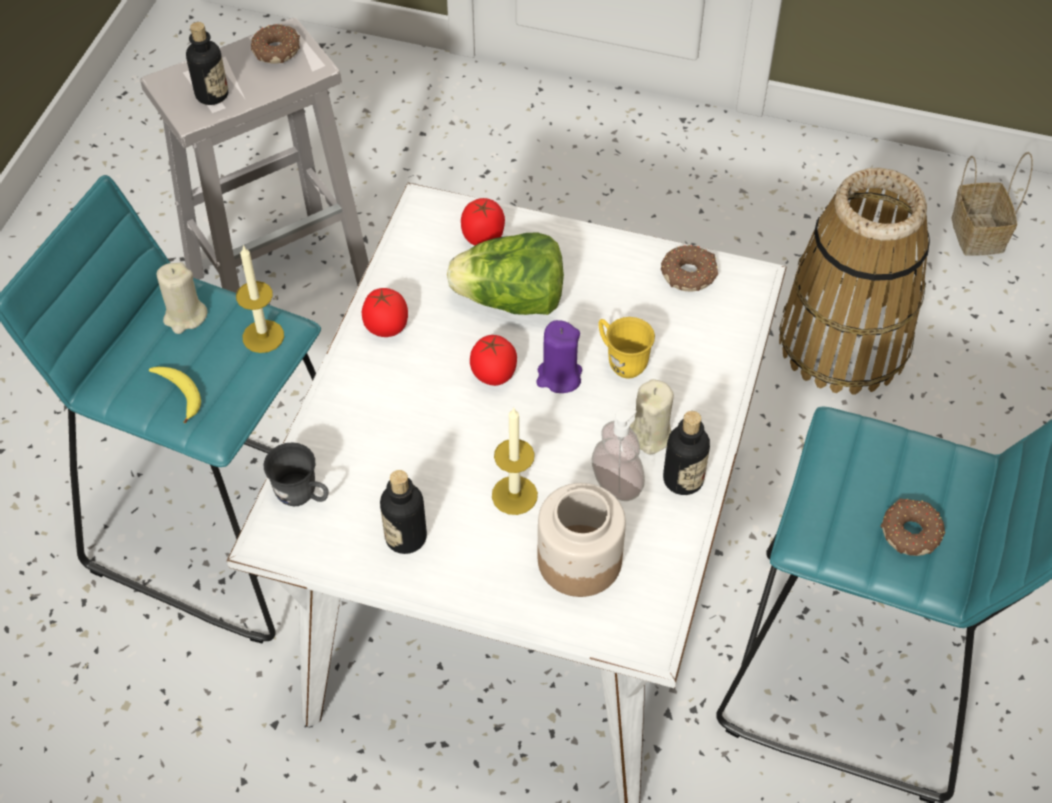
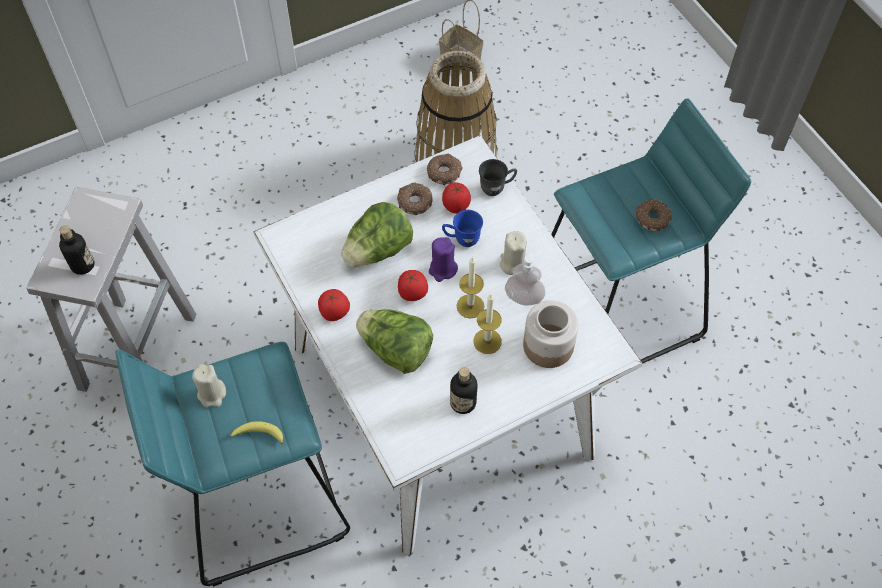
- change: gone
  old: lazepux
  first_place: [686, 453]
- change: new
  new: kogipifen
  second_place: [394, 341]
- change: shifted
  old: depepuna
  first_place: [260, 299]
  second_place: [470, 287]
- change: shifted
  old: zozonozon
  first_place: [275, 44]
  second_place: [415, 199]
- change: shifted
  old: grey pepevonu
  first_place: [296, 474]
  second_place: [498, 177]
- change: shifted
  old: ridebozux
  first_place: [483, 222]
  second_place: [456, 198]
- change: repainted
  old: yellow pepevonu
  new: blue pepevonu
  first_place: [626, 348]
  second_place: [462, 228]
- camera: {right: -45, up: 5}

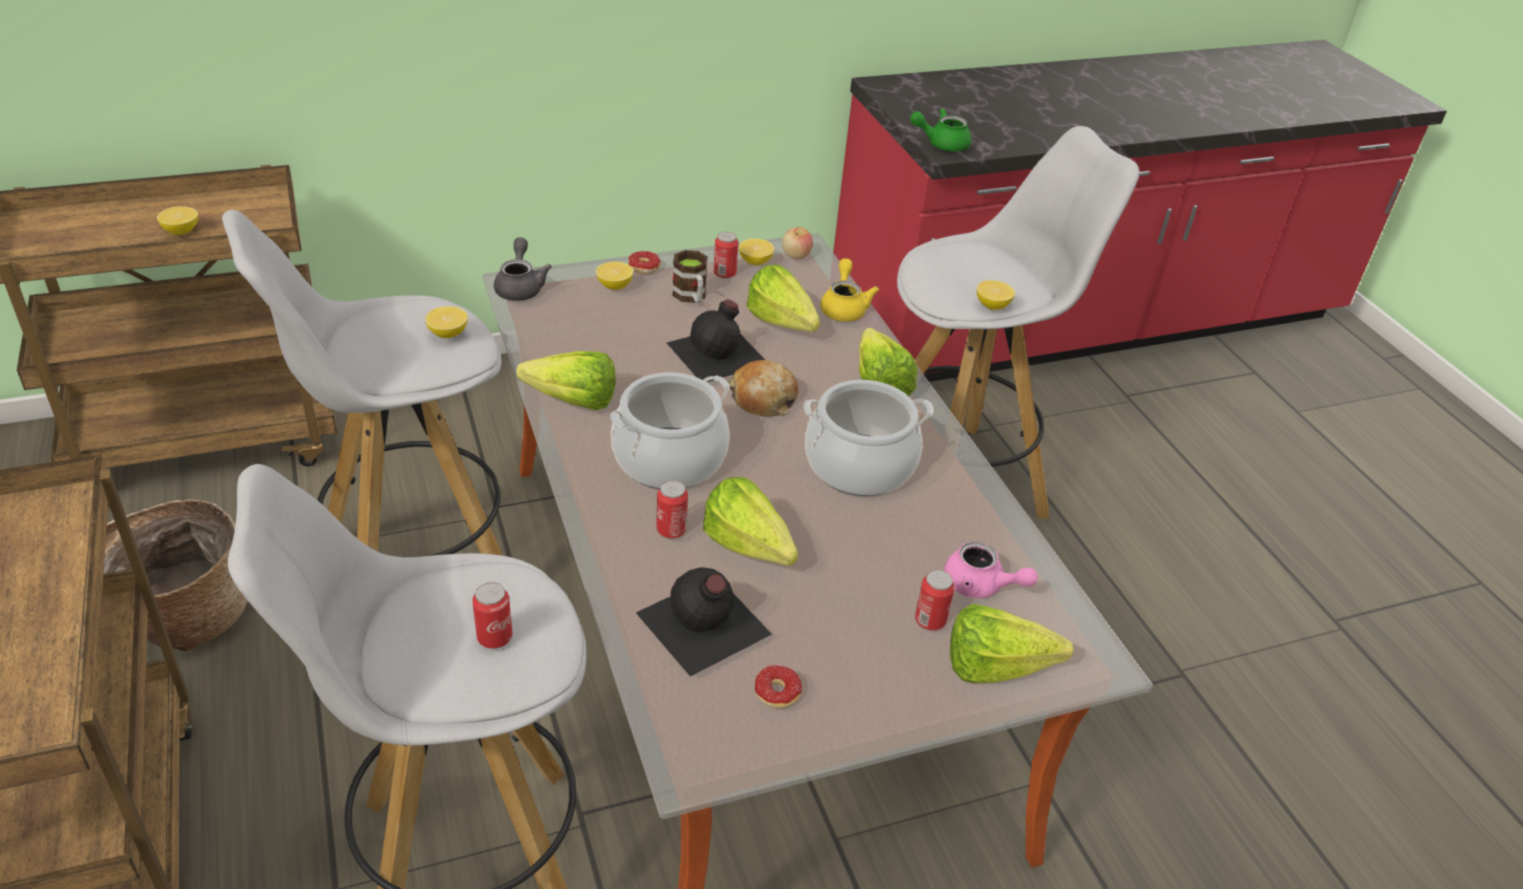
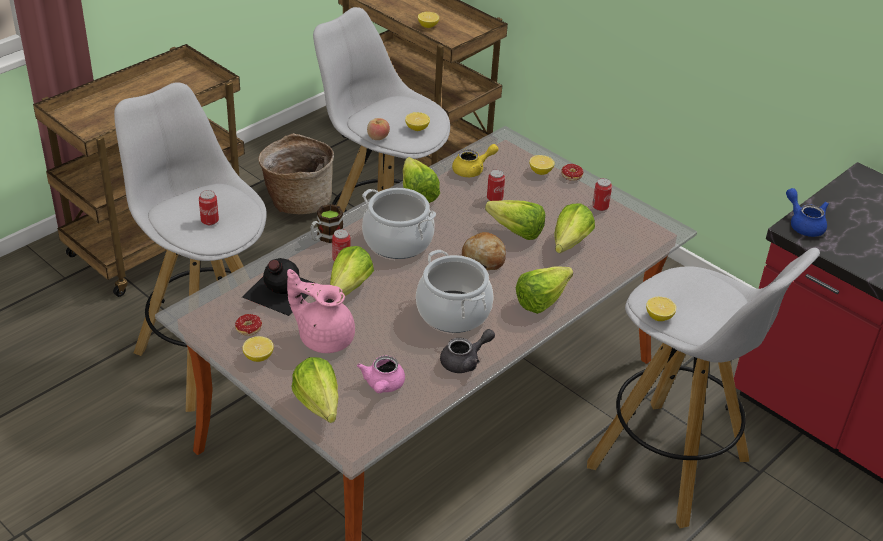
- change: new
  new: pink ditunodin
  second_place: [321, 311]
- change: shifted
  old: grey ditunodin
  first_place: [523, 269]
  second_place: [467, 351]
- change: shifted
  old: pepevonu
  first_place: [690, 276]
  second_place: [326, 223]
- change: shifted
  old: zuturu
  first_place: [756, 251]
  second_place: [258, 349]
- change: shifted
  old: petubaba
  first_place: [797, 243]
  second_place: [378, 129]
- change: shifted
  old: yellow ditunodin
  first_place: [849, 290]
  second_place: [475, 160]
- change: shifted
  old: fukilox
  first_place: [935, 600]
  second_place: [496, 185]
- change: swapped
  old: black lazepux
  new: kogipifen
  first_place: [716, 340]
  second_place: [515, 220]
- change: repainted
  old: green ditunodin
  new: blue ditunodin
  first_place: [941, 130]
  second_place: [807, 212]
- camera: {right: 65, up: 0}

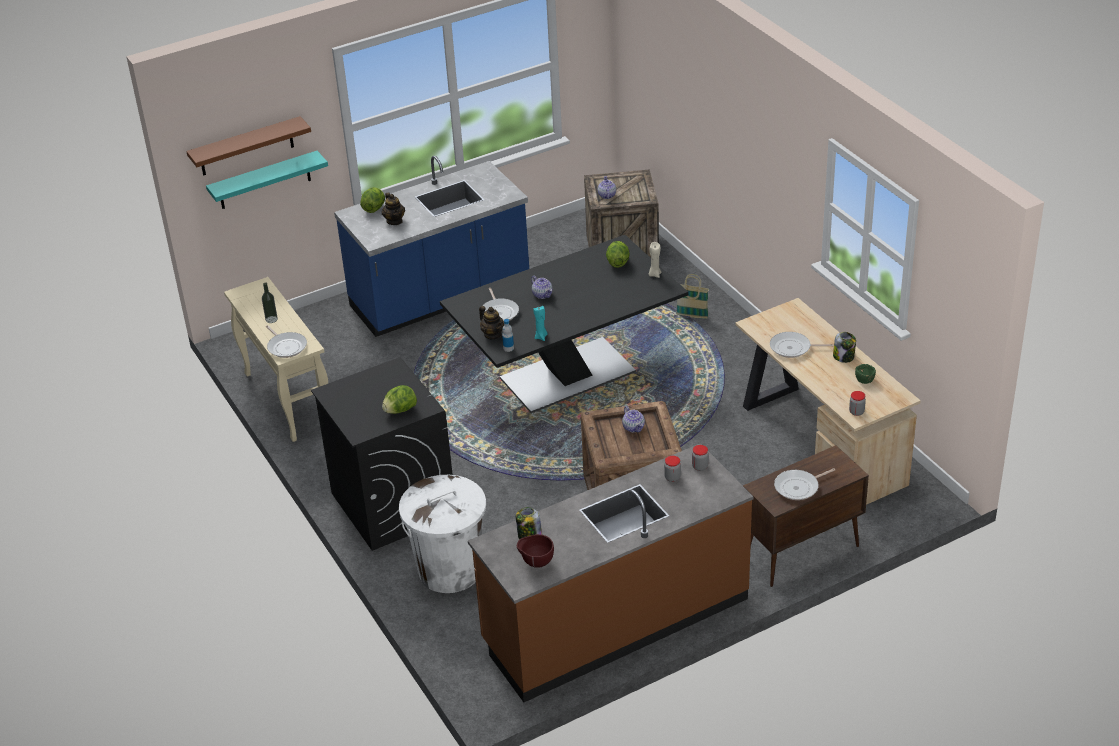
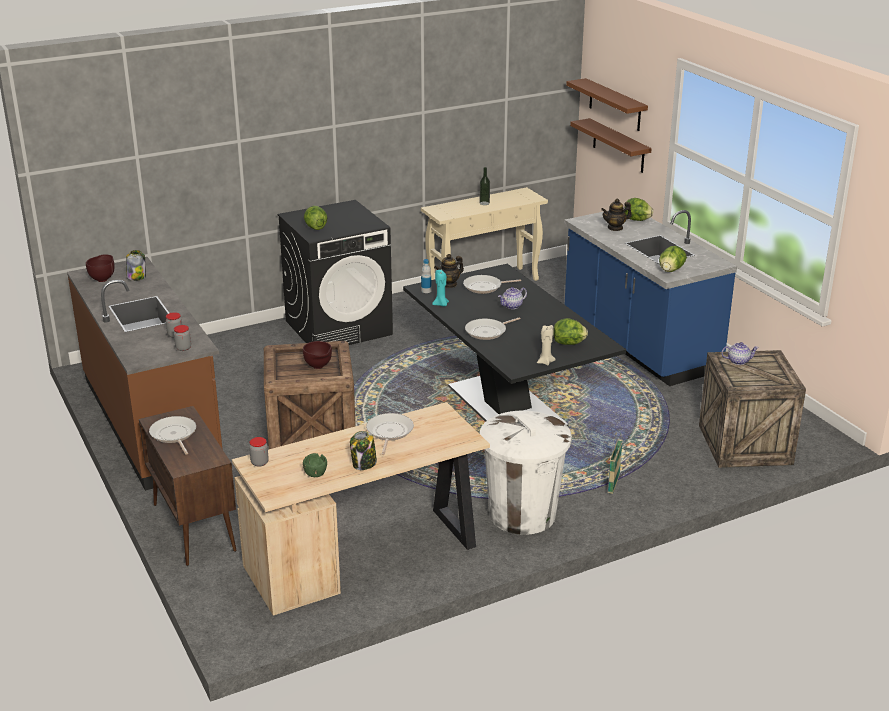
- change: new
  new: kogipifen
  second_place: [673, 259]
- change: shifted
  old: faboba
  first_place: [286, 341]
  second_place: [493, 328]
- change: shifted
  old: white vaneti
  first_place: [442, 534]
  second_place: [526, 473]
- change: swapped
  old: ditunodin
  new: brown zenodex
  first_place: [633, 419]
  second_place: [317, 355]
- change: repainted
  old: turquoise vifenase
  new: brown vifenase
  first_place: [267, 180]
  second_place: [611, 145]
- camera: {right: 90, up: -10}

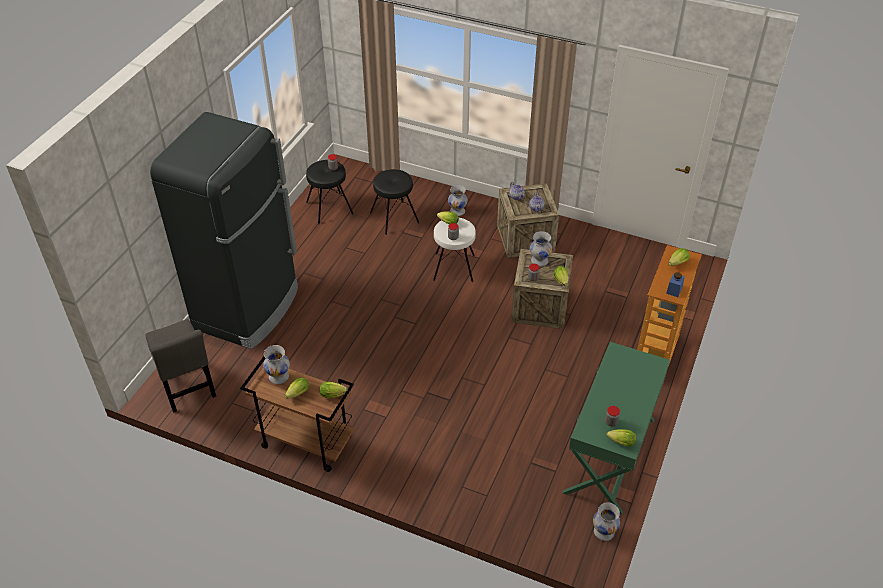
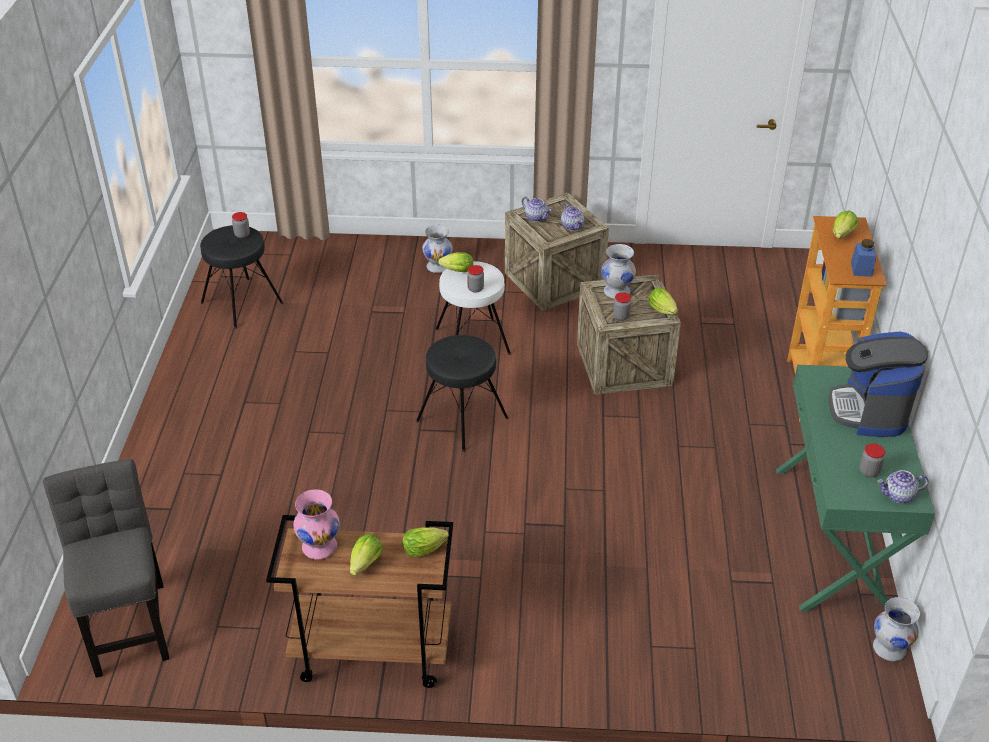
- change: gone
  old: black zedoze
  first_place: [224, 230]
- change: new
  new: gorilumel
  second_place: [878, 384]
- change: shifted
  old: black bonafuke
  first_place: [394, 202]
  second_place: [462, 393]
- change: swapped
  old: kogipifen
  new: ditunodin
  first_place: [621, 438]
  second_place: [903, 486]
- change: repainted
  old: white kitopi
  new: pink kitopi
  first_place: [276, 364]
  second_place: [316, 524]
- change: rotated
  old: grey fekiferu
  first_place: [181, 366]
  second_place: [106, 568]
  degrees: -150
- camera: {right: -20, up: -5}

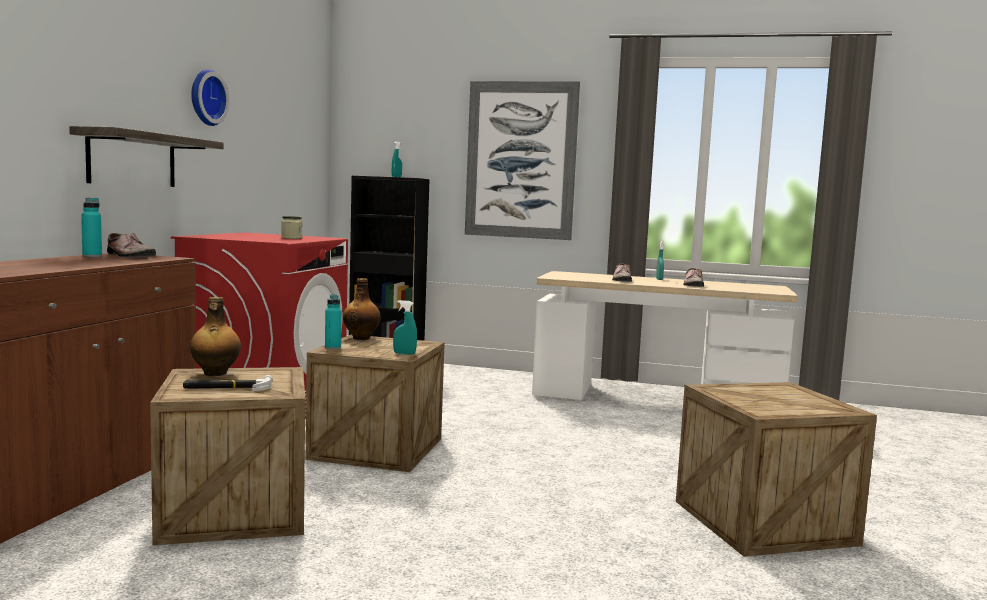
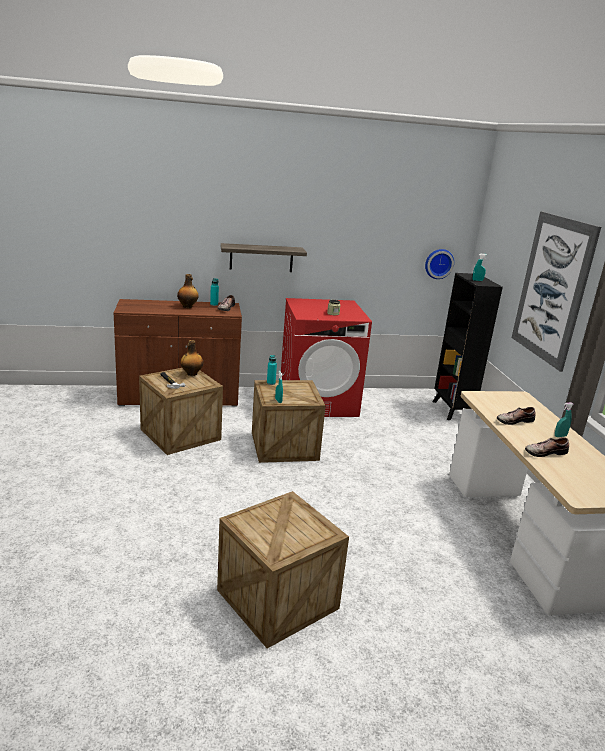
- change: shifted
  old: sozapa
  first_place: [210, 97]
  second_place: [439, 264]
- change: shifted
  old: lazepux
  first_place: [362, 309]
  second_place: [188, 291]
- camera: {right: 65, up: 15}

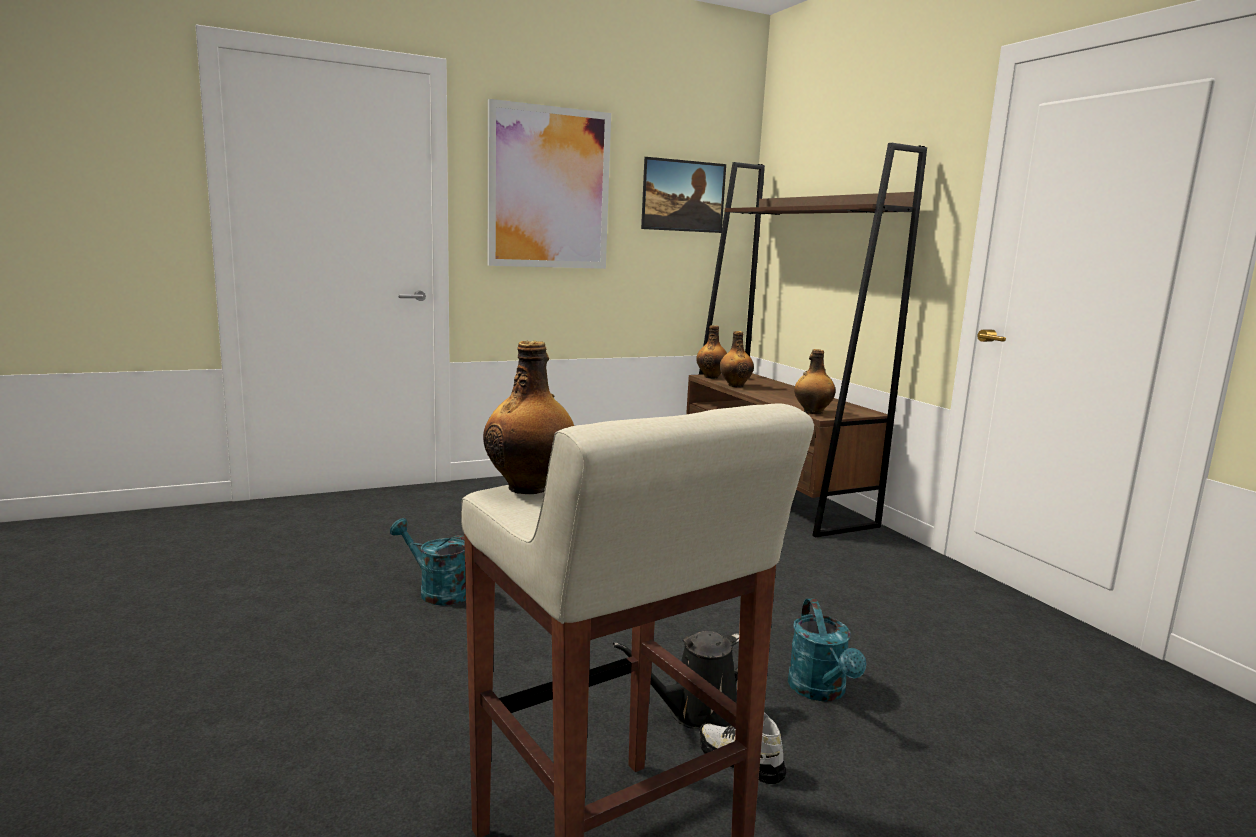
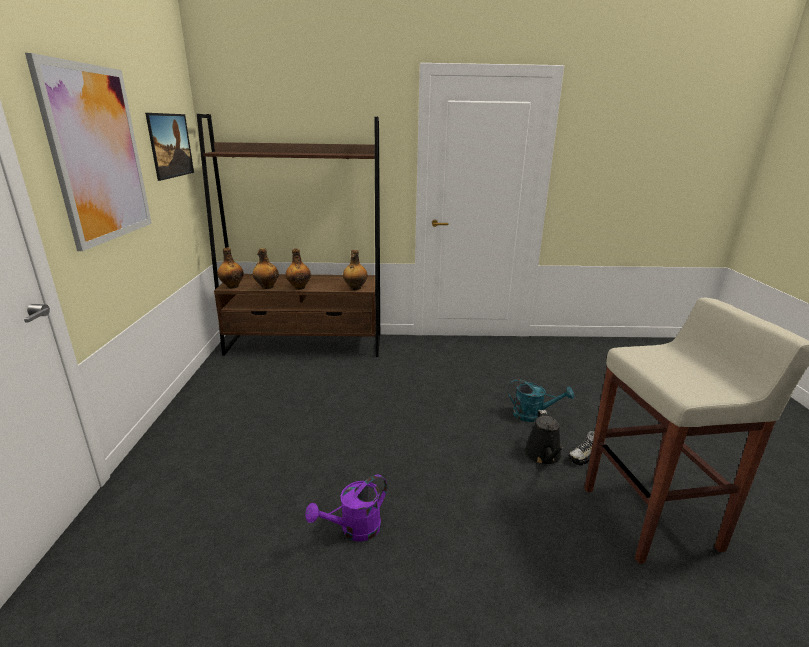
- change: shifted
  old: lazepux
  first_place: [528, 417]
  second_place: [298, 269]
- change: repainted
  old: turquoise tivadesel
  new: purple tivadesel
  first_place: [428, 562]
  second_place: [346, 508]
- camera: {right: -65, up: 10}

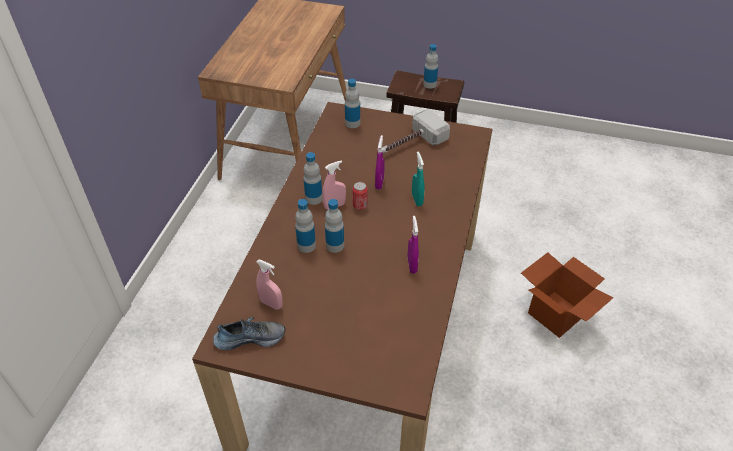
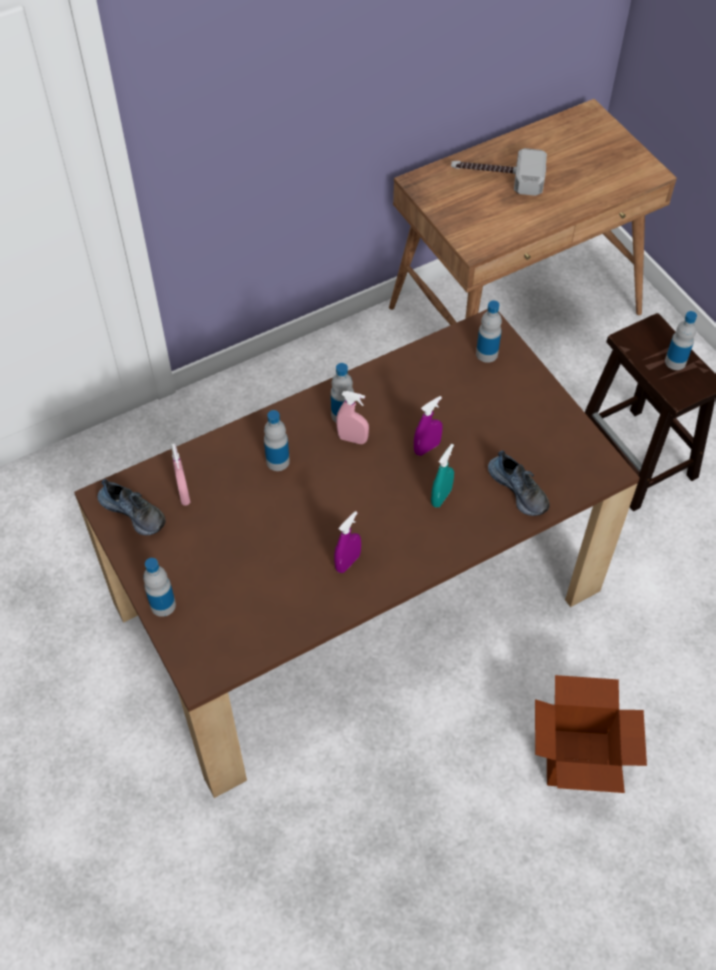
- change: gone
  old: fukilox
  first_place: [360, 196]
- change: new
  new: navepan
  second_place: [519, 483]
- change: shifted
  old: lazepux
  first_place: [334, 226]
  second_place: [159, 587]
- change: shifted
  old: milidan
  first_place: [416, 131]
  second_place: [499, 172]
- camera: {right: 45, up: 10}

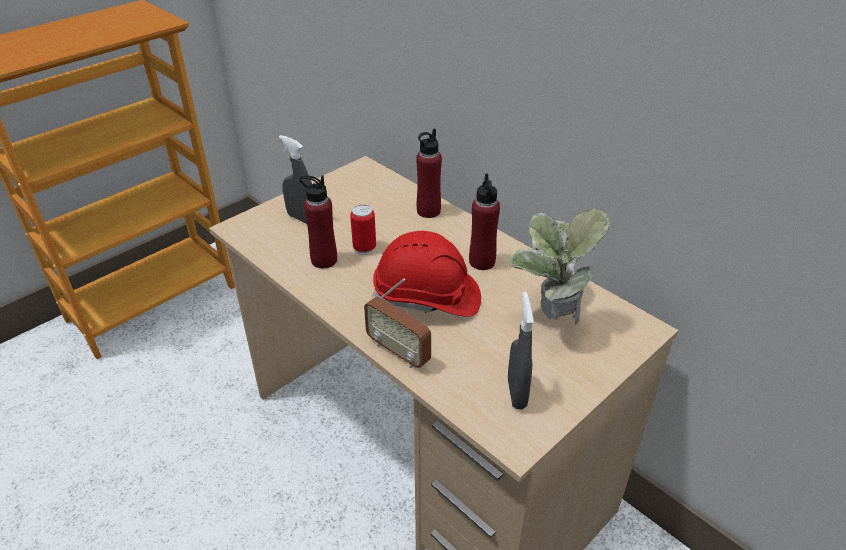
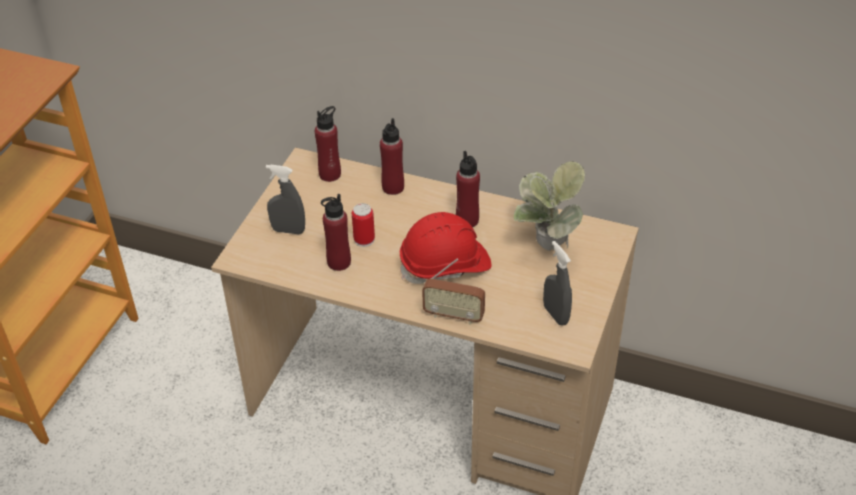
- change: new
  new: red lazepux
  second_place: [328, 144]
- camera: {right: -25, up: 5}

